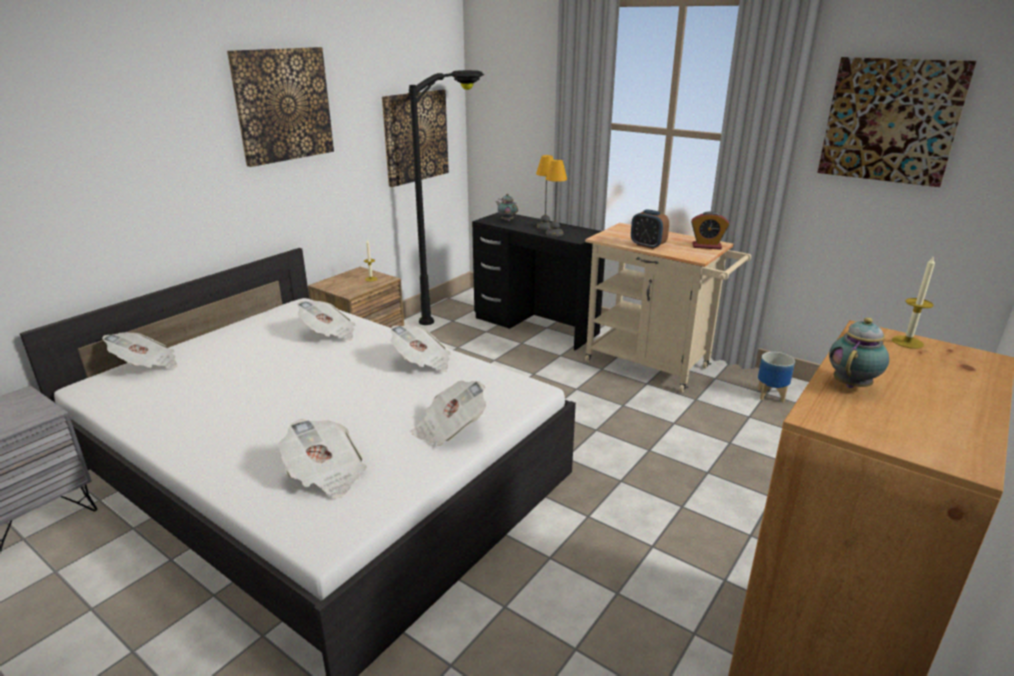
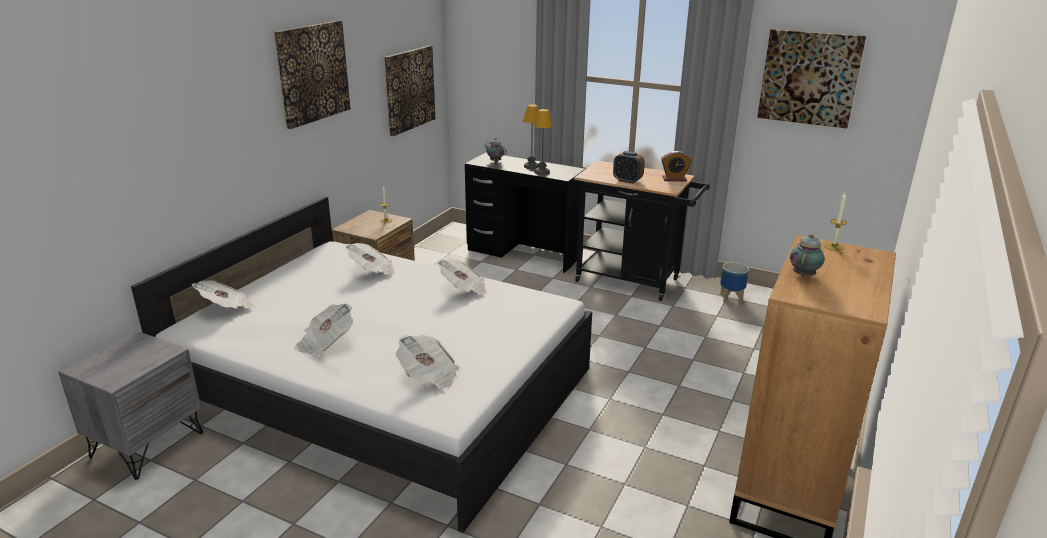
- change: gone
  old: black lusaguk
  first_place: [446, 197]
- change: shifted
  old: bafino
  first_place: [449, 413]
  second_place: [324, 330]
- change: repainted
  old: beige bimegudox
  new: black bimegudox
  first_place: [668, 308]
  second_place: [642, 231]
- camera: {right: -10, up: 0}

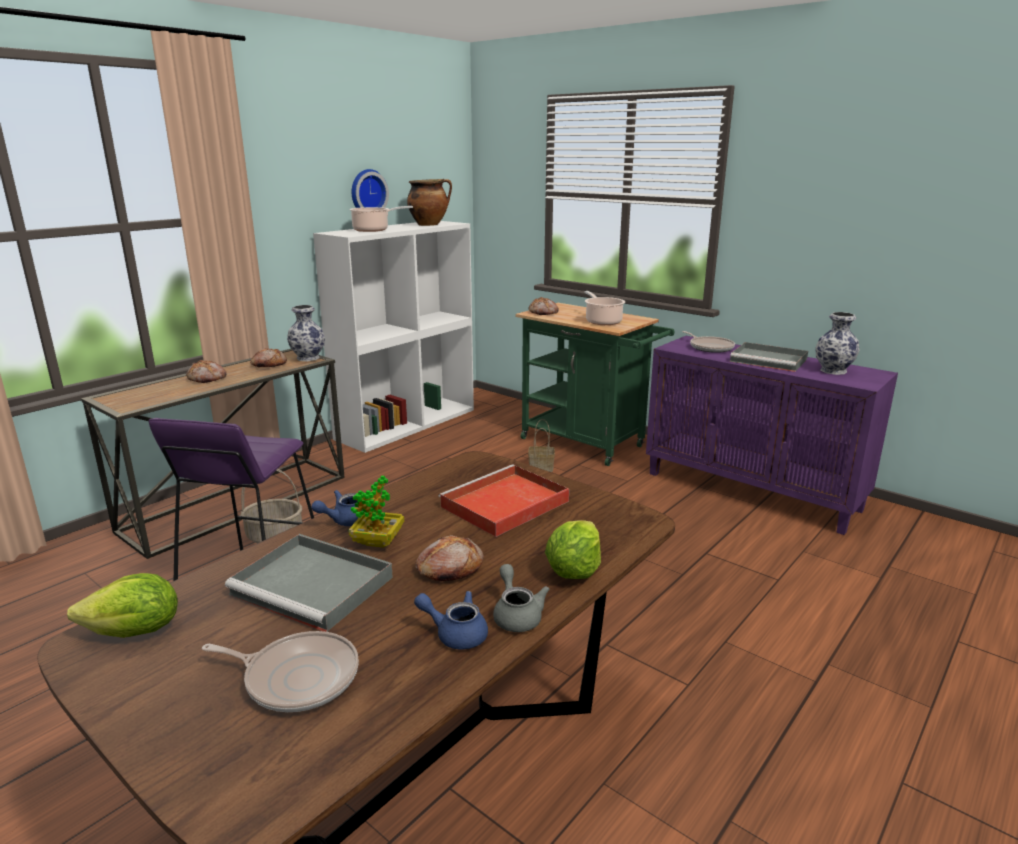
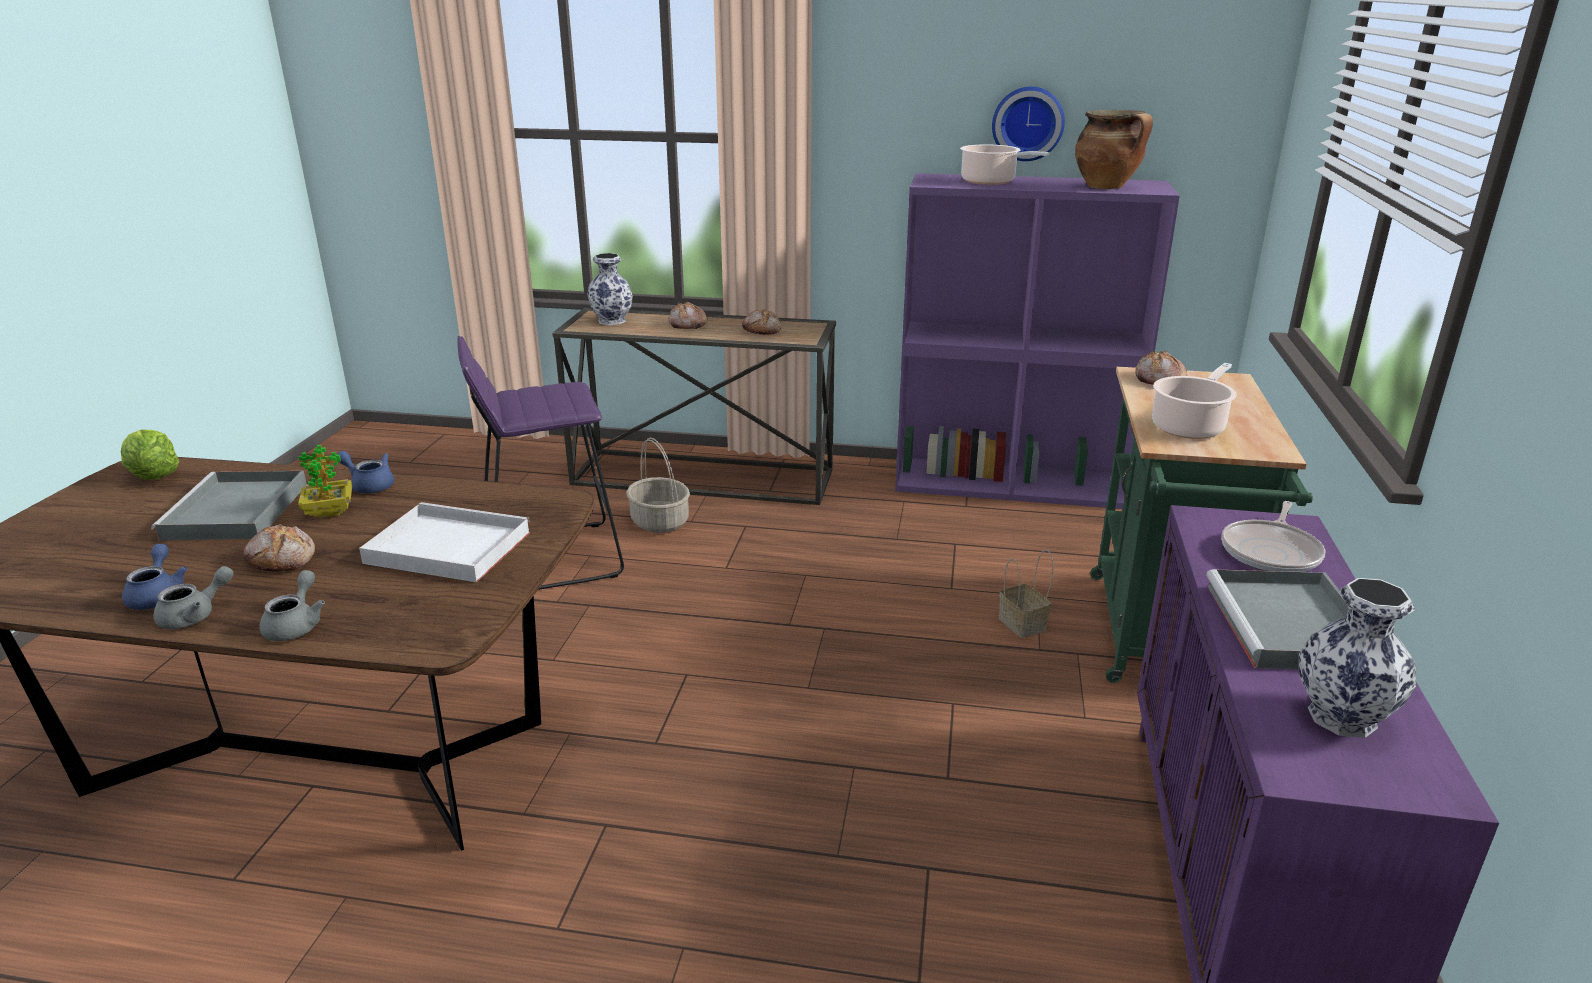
- change: gone
  old: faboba
  first_place: [280, 671]
- change: shifted
  old: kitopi
  first_place: [306, 333]
  second_place: [610, 289]
- change: swapped
  old: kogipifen
  new: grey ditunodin
  first_place: [573, 549]
  second_place: [292, 605]
- change: repainted
  old: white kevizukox
  new: purple kevizukox
  first_place: [393, 337]
  second_place: [1037, 341]
- change: repainted
  old: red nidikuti
  new: white nidikuti
  first_place: [503, 500]
  second_place: [444, 542]
- camera: {right: 60, up: 5}

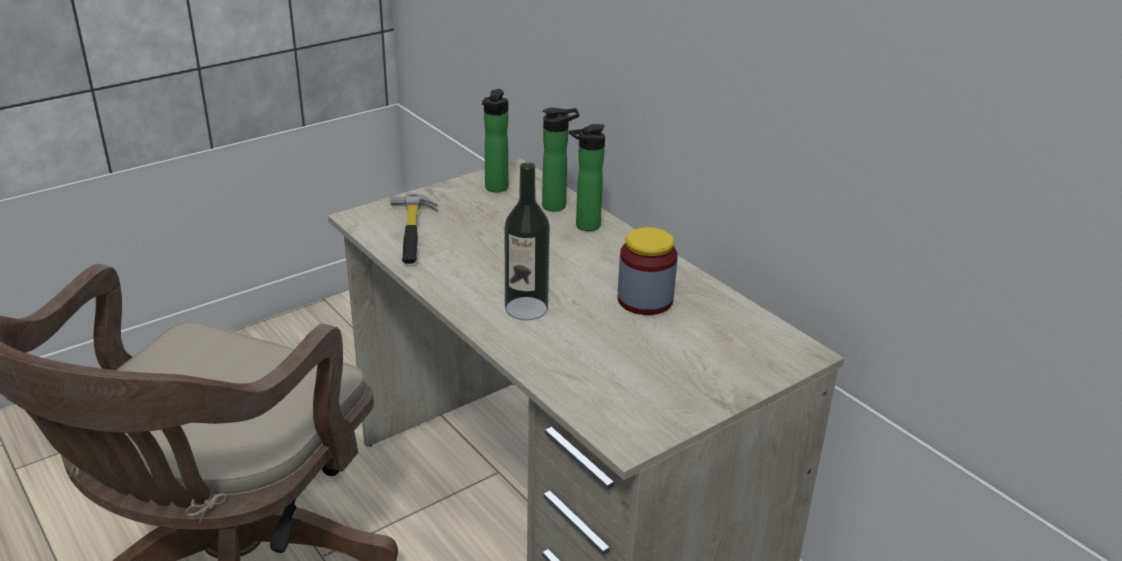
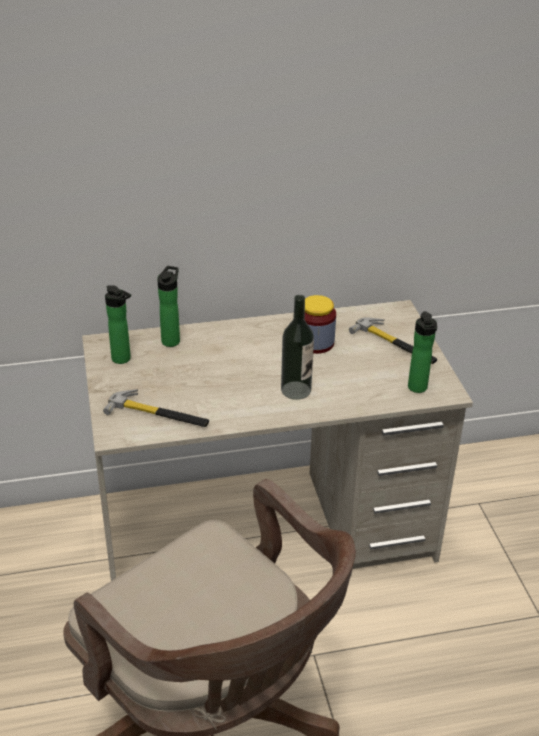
- change: new
  new: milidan
  second_place: [393, 340]
- change: shifted
  old: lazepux
  first_place: [587, 177]
  second_place: [422, 352]
- camera: {right: -65, up: 5}

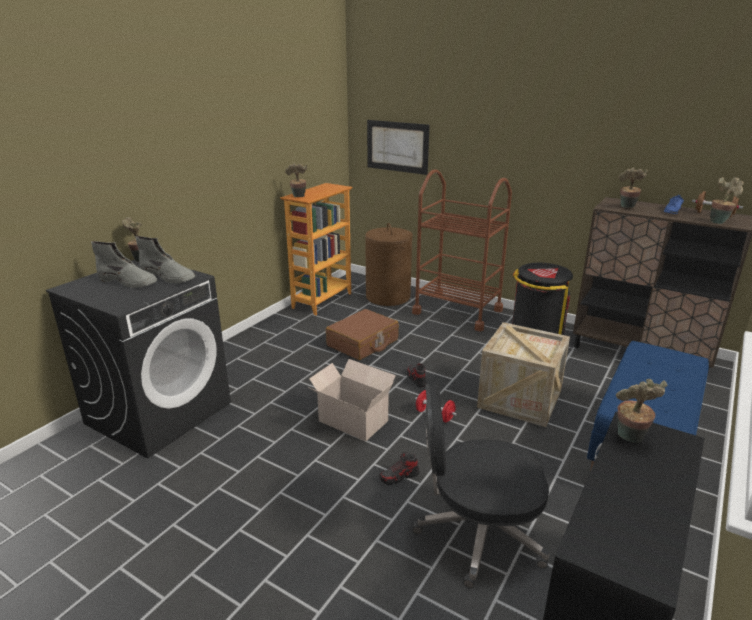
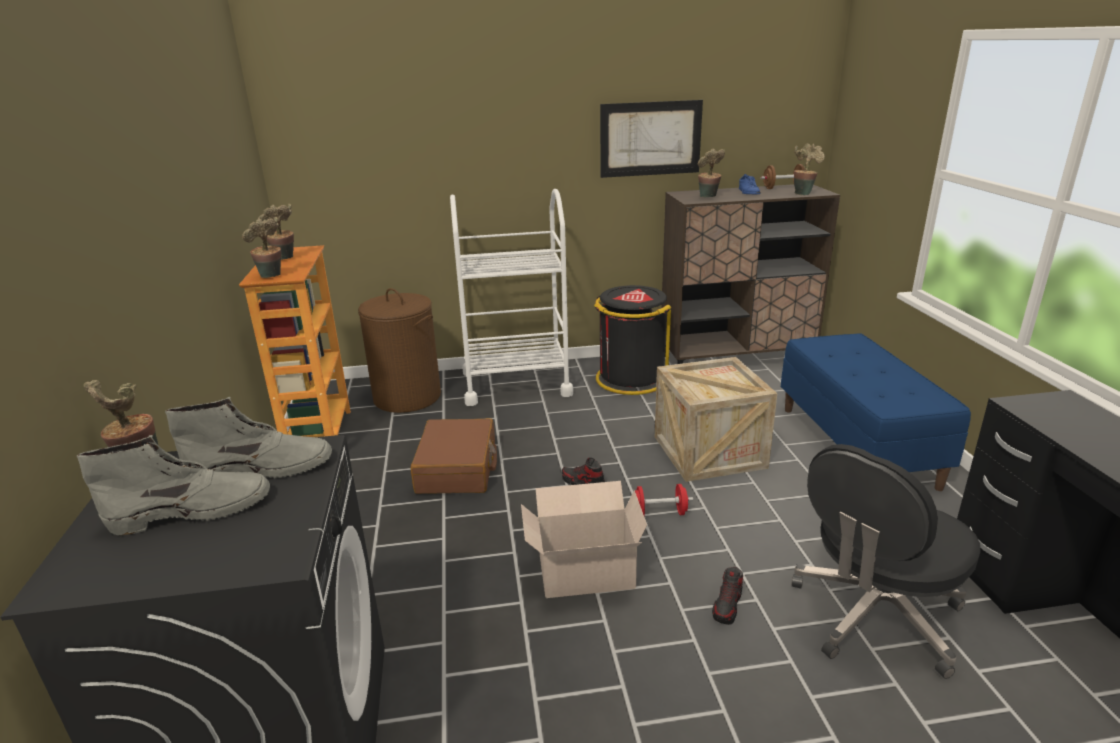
- change: shifted
  old: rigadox
  first_place: [398, 147]
  second_place: [651, 139]
- change: shifted
  old: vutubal
  first_place: [641, 411]
  second_place: [276, 232]
- change: repainted
  old: brown bimegudox
  new: white bimegudox
  first_place: [462, 250]
  second_place: [511, 297]
- camera: {right: -40, up: 0}

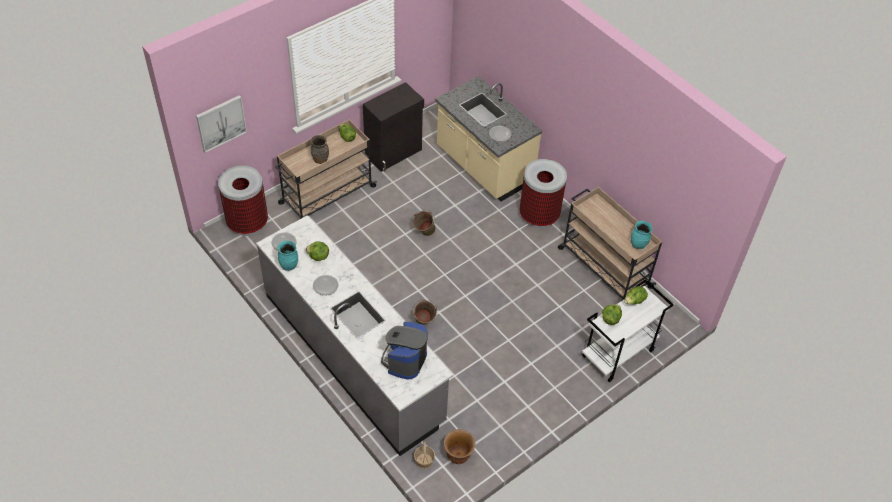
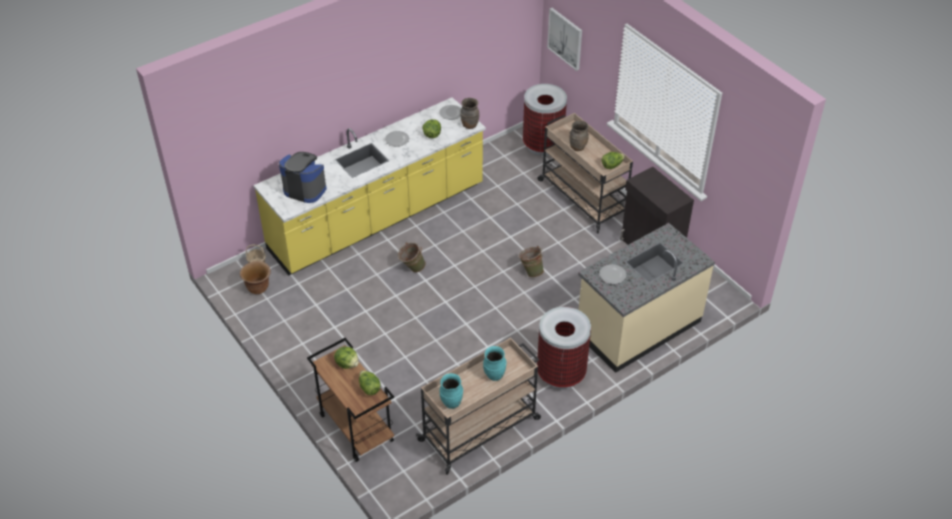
- change: new
  new: brown kitopi
  second_place: [469, 113]
- change: shifted
  old: turquoise kitopi
  first_place: [288, 256]
  second_place: [495, 363]
- change: repainted
  old: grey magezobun
  new: yellow magezobun
  first_place: [354, 335]
  second_place: [369, 186]
- change: repainted
  old: white bimegudox
  new: brown bimegudox
  first_place: [628, 330]
  second_place: [350, 400]
- camera: {right: 95, up: -5}

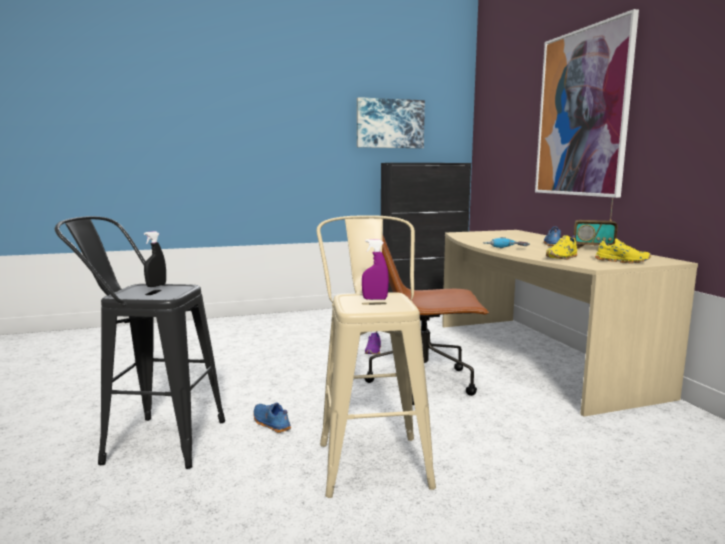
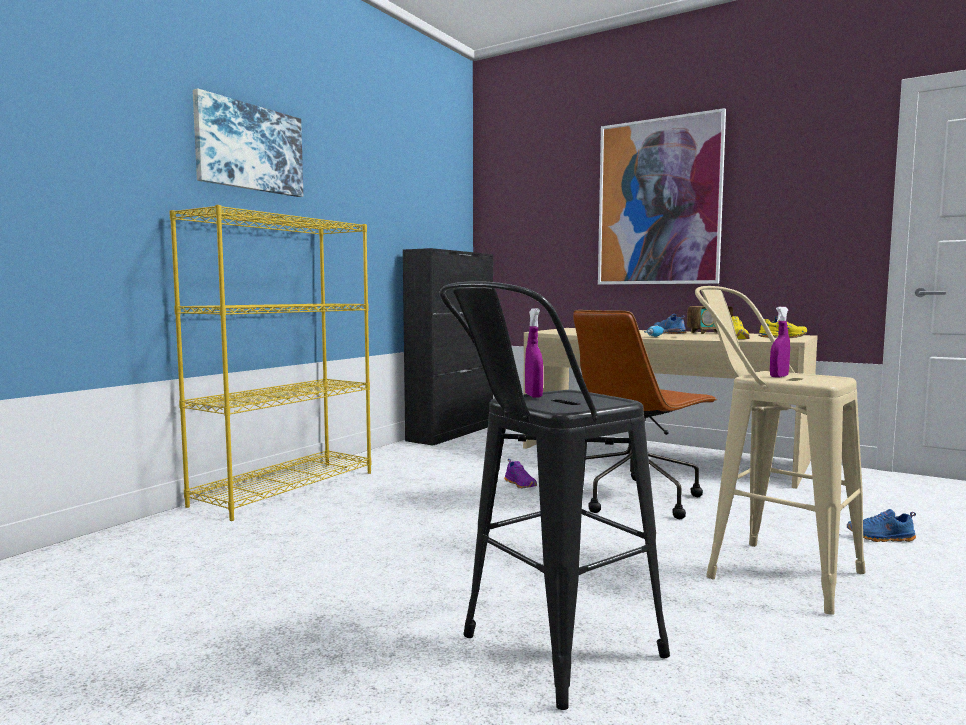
- change: new
  new: yellow kevizukox
  second_place: [270, 363]
- change: shifted
  old: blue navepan
  first_place: [272, 417]
  second_place: [881, 525]
- change: shifted
  old: rigadox
  first_place: [391, 122]
  second_place: [248, 142]
- change: repainted
  old: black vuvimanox
  new: purple vuvimanox
  first_place: [155, 259]
  second_place: [534, 353]
- camera: {right: -40, up: -5}

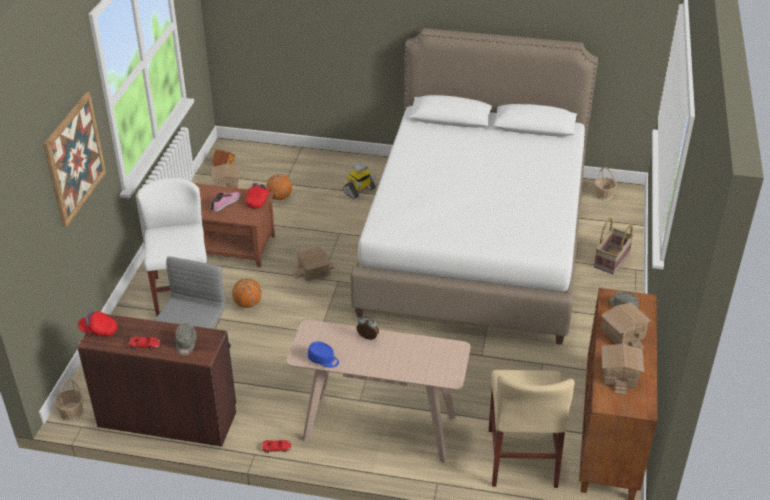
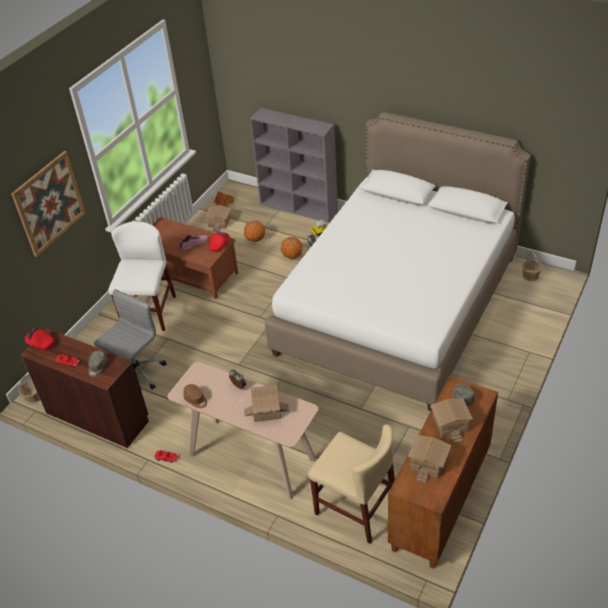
- change: gone
  old: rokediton
  first_place: [614, 246]
- change: new
  new: grey kevizukox
  second_place: [294, 165]
- change: shifted
  old: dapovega
  first_place: [247, 293]
  second_place: [292, 248]
- change: shifted
  old: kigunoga
  first_place: [314, 263]
  second_place: [266, 403]
- change: repainted
  old: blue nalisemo
  new: brown nalisemo
  first_place: [323, 354]
  second_place: [195, 396]
- change: rotated
  old: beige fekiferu
  first_place: [532, 429]
  second_place: [351, 484]
  degrees: -75
- camera: {right: 20, up: 5}

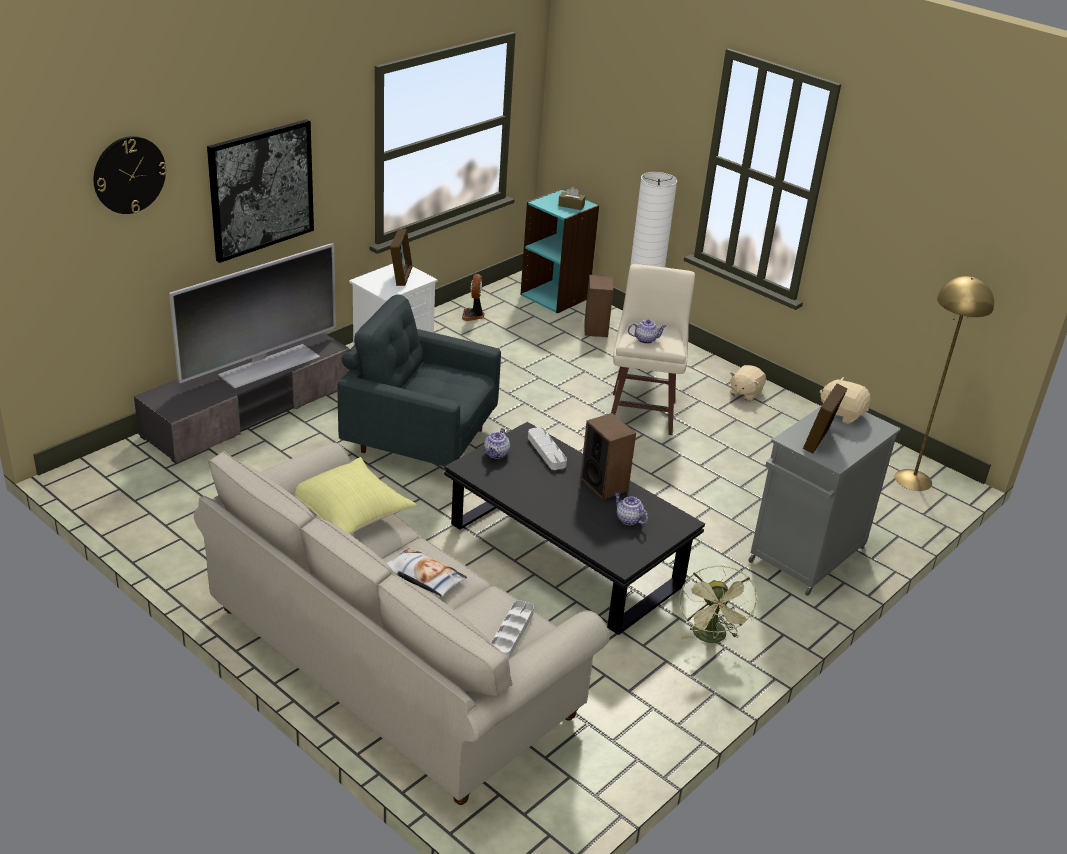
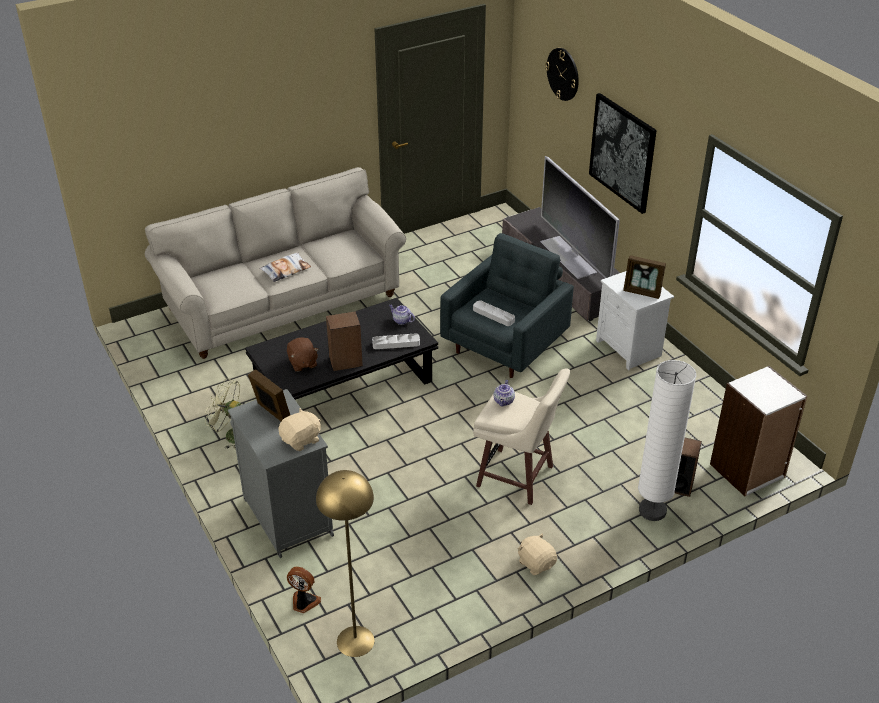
- change: gone
  old: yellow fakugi
  first_place: [356, 496]
- change: gone
  old: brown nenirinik
  first_place: [572, 198]
- change: shifted
  old: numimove
  first_place: [473, 297]
  second_place: [304, 590]
- change: shifted
  old: grey nidikuti
  first_place: [512, 629]
  second_place: [494, 313]
- change: swapped
  old: ditunodin
  new: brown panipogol
  first_place: [631, 509]
  second_place: [303, 354]
- change: repainted
  old: turquoise kevizukox
  new: white kevizukox
  first_place: [560, 251]
  second_place: [758, 431]
- camera: {right: 110, up: 5}

